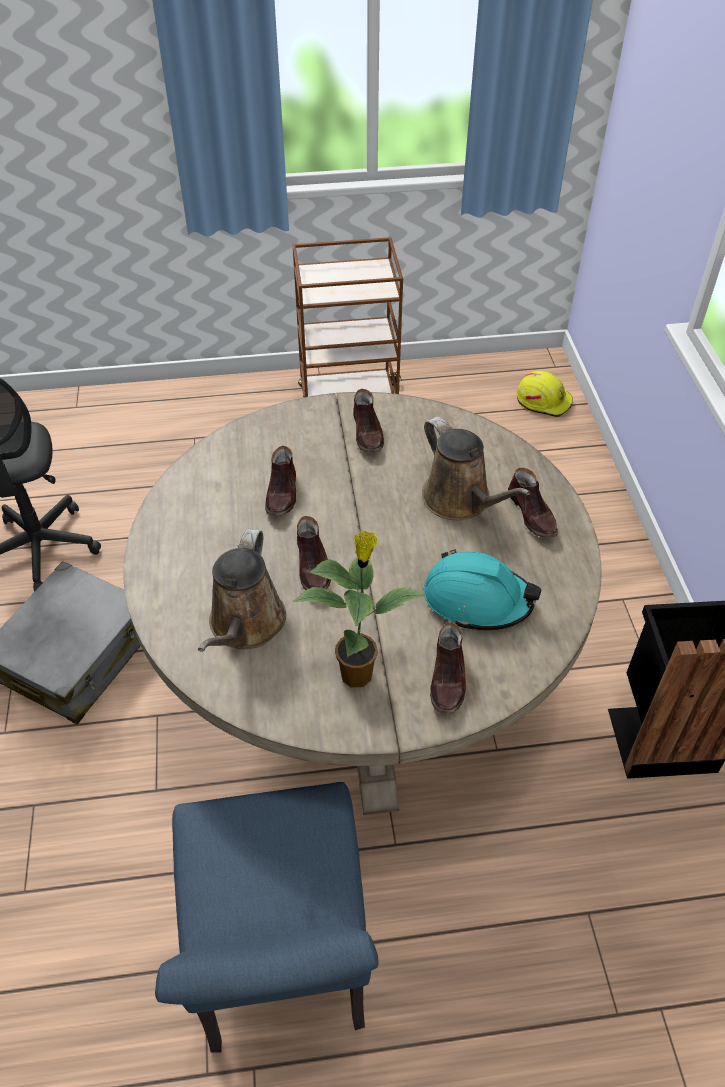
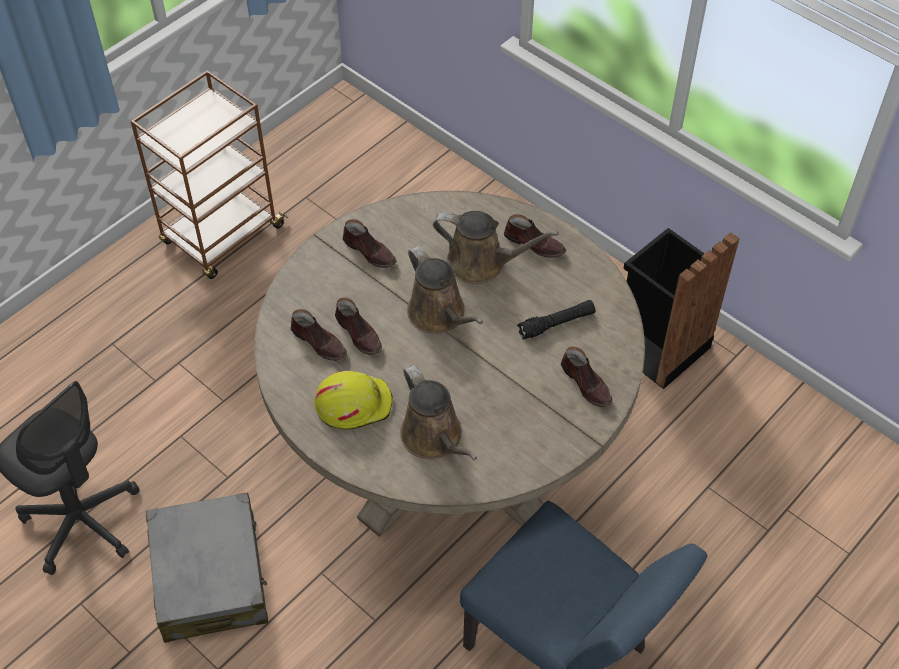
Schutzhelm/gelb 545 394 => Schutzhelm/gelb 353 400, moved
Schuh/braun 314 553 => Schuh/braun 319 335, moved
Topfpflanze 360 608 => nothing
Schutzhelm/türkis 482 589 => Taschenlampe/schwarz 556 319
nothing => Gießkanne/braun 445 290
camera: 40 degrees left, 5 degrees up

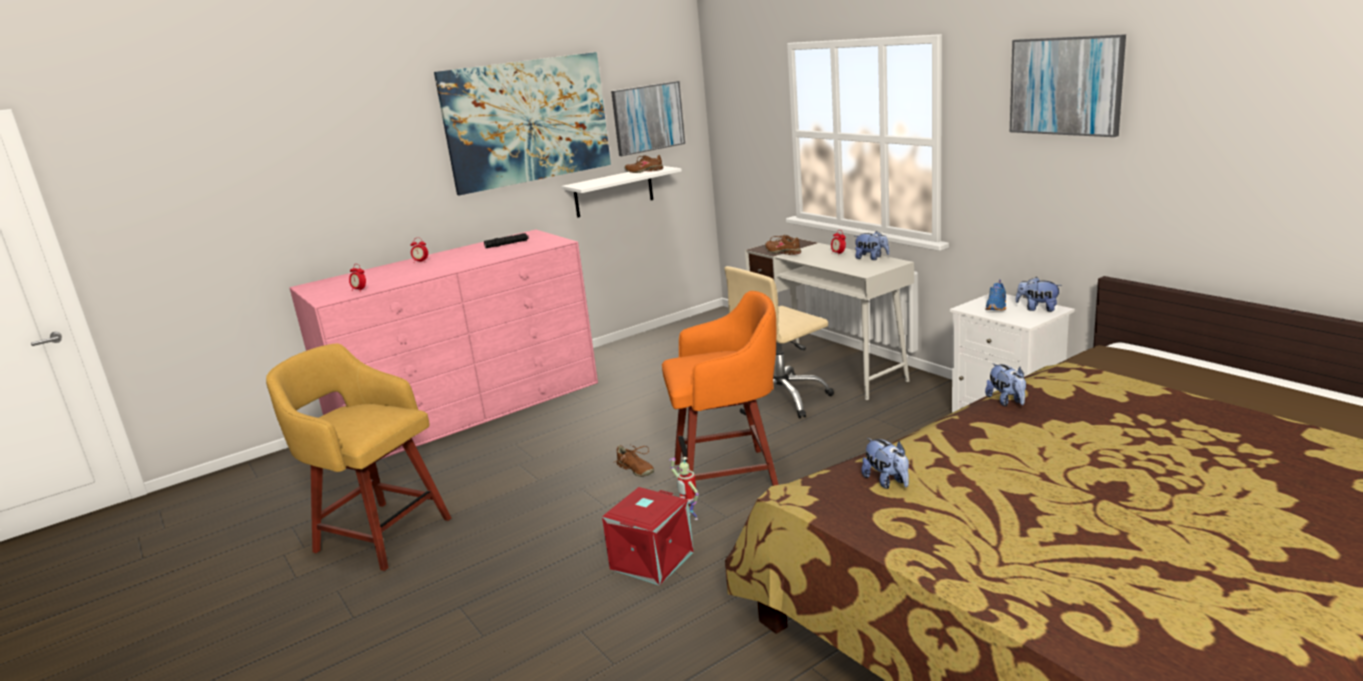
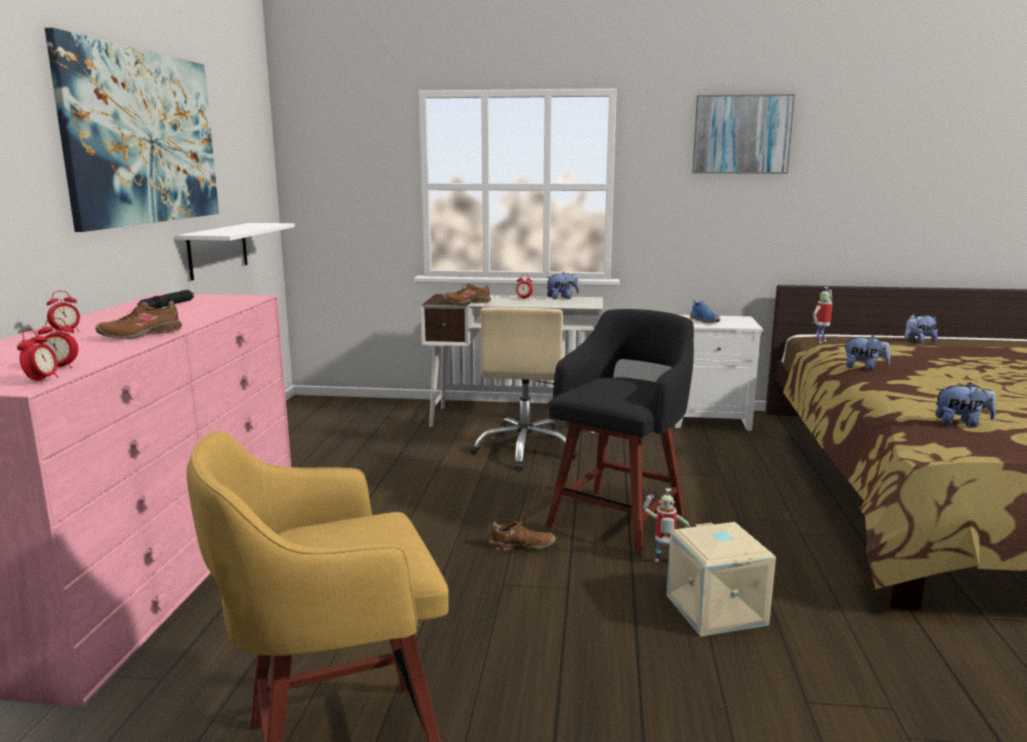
Bild 648 118 => nothing
Schuh/braun 643 164 => Schuh/braun 138 320, moved
Plüschtier 1039 294 => Plüschtier 921 328, moved
Hocker/orange 720 399 => Hocker/schwarz 620 432
Aufbewahrungsbox/rot 648 536 => Aufbewahrungsbox/beige 721 579
nothing => Spielzeugroboter 822 315
nothing => Wecker 37 356
camera: 50 degrees left, 5 degrees down

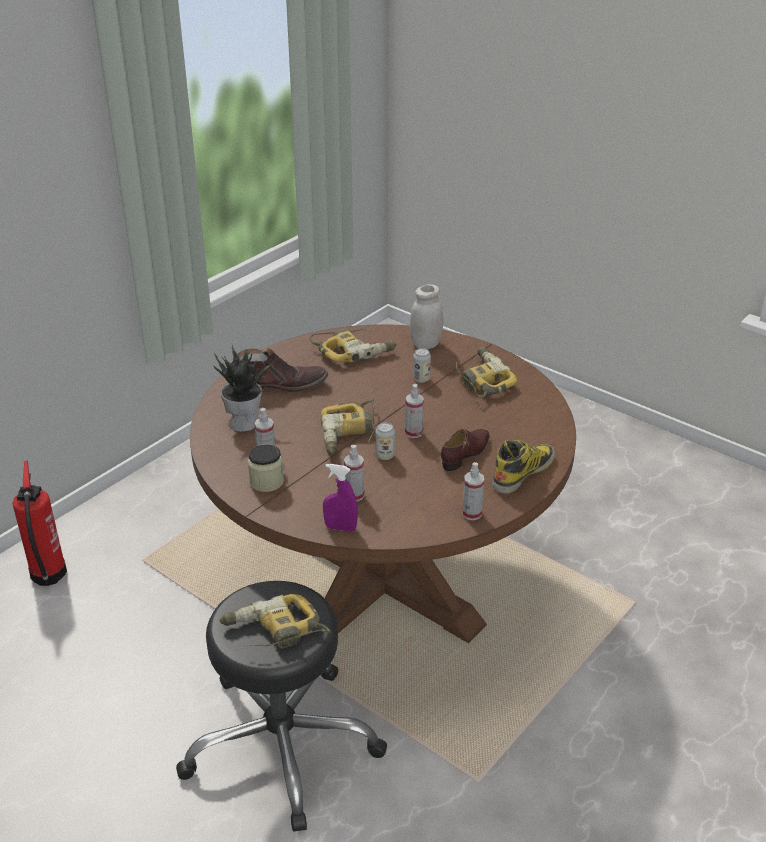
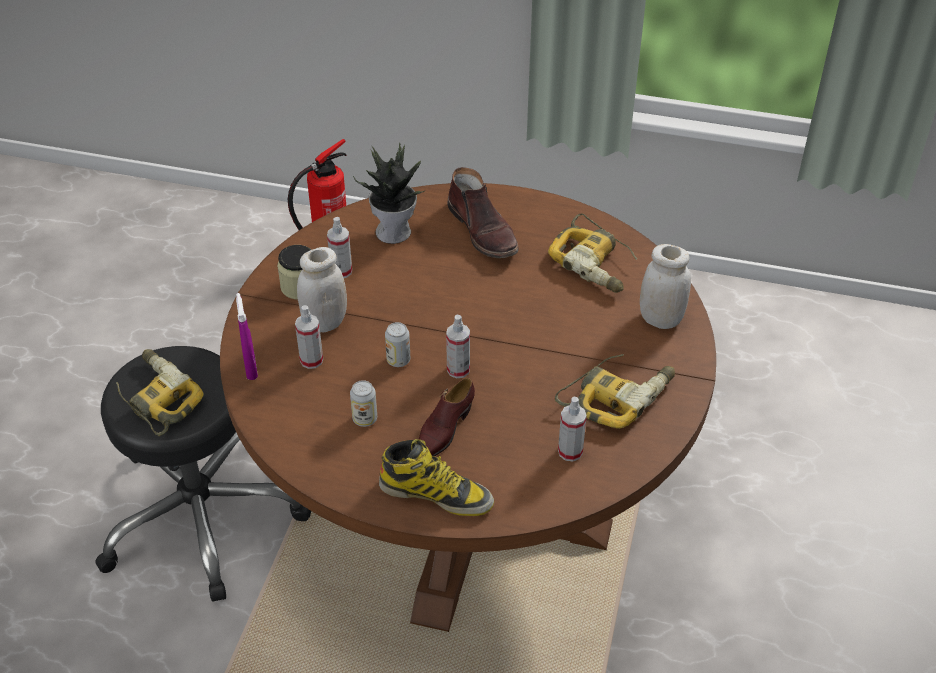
Dose 422 365 => Dose 363 403, moved
Bohrmaschine 347 427 => nothing
Schuh/braun 465 450 => Schuh/braun 447 417, 105 degrees clockwise
Sprühflasche 473 491 => Sprühflasche 572 429, moved
nothing => Vorratsglas/weiß 322 289
camera: 65 degrees right, 10 degrees up

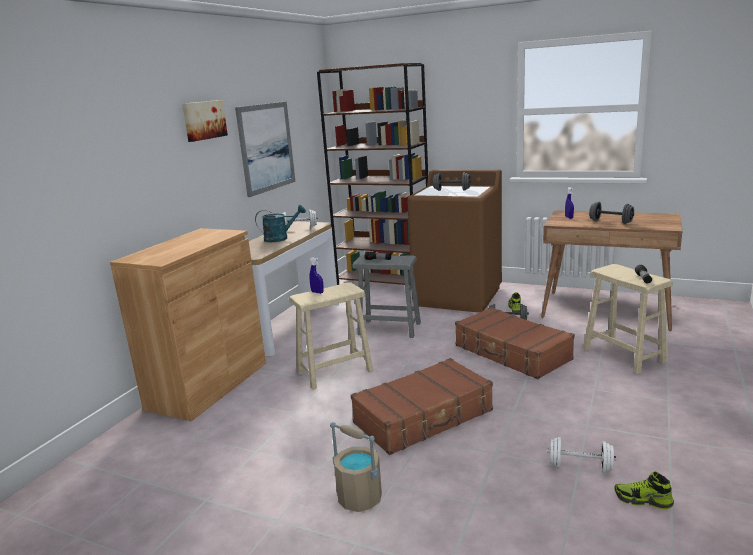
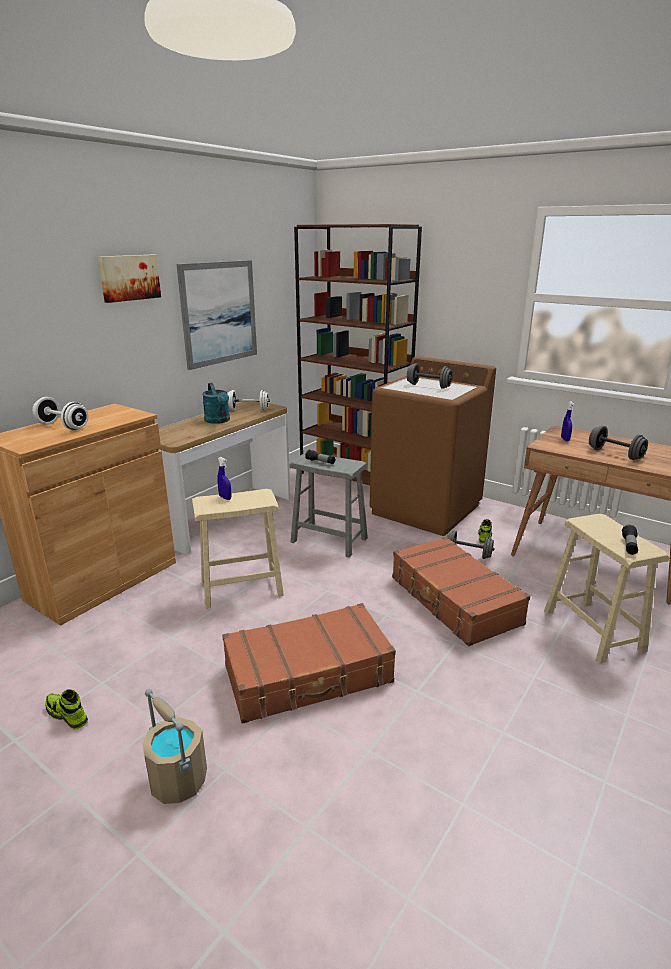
Gießkanne/türkis 280 223 => Gießkanne/türkis 216 403, 75 degrees clockwise
Hantel/weiß 581 455 => Hantel/weiß 60 413, moved
Schuh 644 490 => Schuh 66 709, moved
camera: 10 degrees right, 5 degrees up

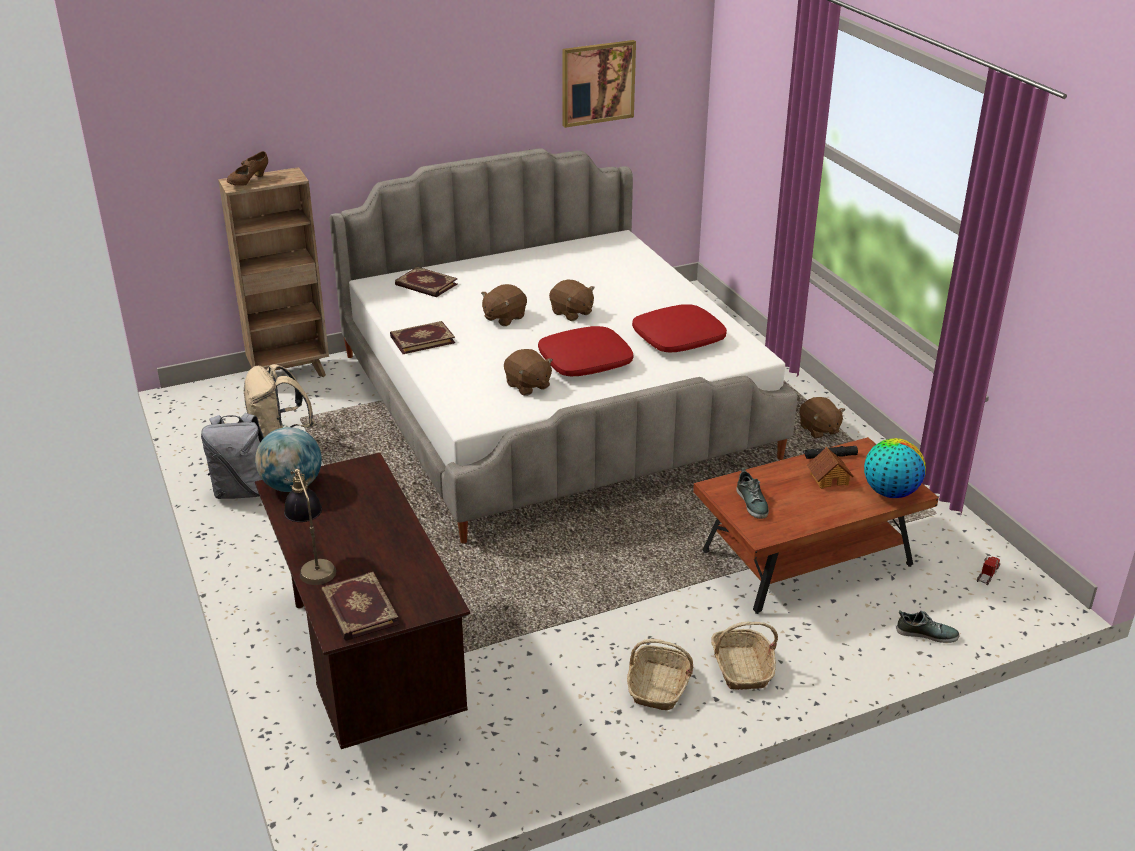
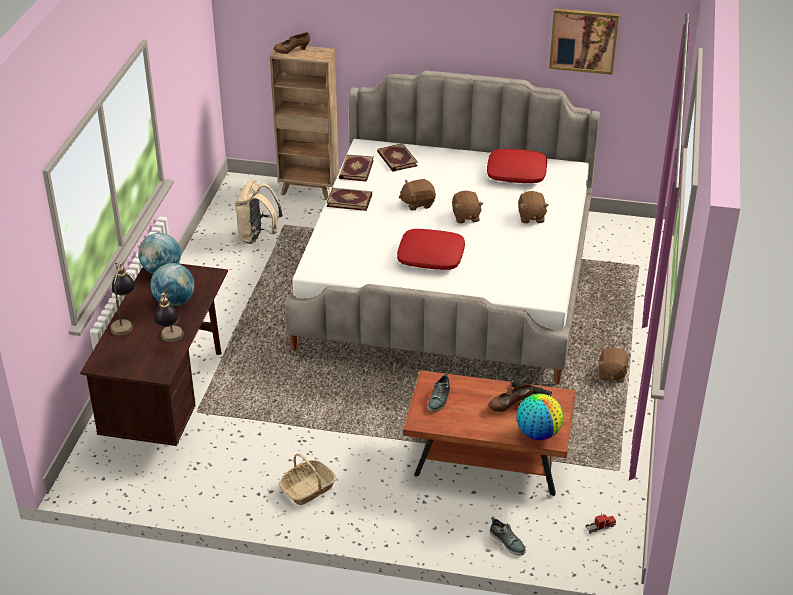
Kissen/rot 679 328 => Kissen/rot 517 166, moved
Plüschtier/braun 528 372 => Plüschtier/braun 533 207, moved
Rucksack/grau 232 456 => nothing
Spielzeughaus 830 468 => Schuh/braun 510 398
Buch 360 606 => Buch 356 168, moved
Korb 744 656 => nothing
nothing => Globus 172 285
nothing => Tischlampe 169 315
camera: 35 degrees right, 5 degrees up

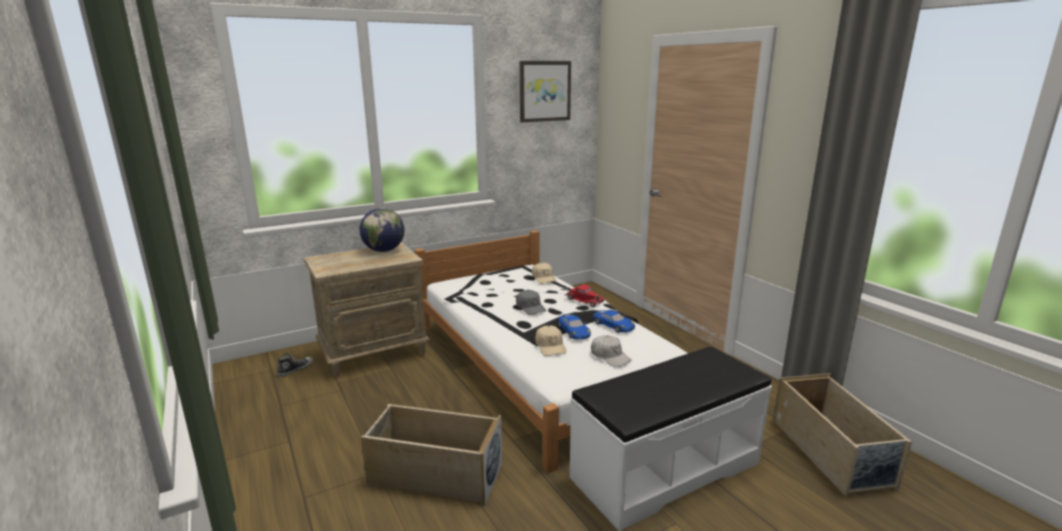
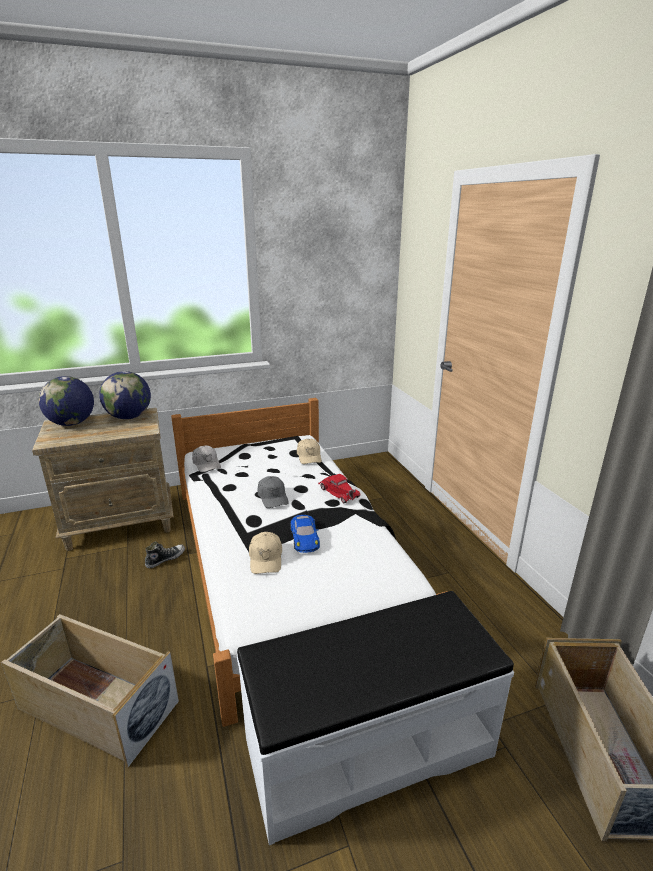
Bild 545 92 => nothing
Spielzeugauto/blau 614 321 => nothing
Kappe/weiß 611 351 => Kappe/weiß 206 459, moved
Schuh 295 364 => Schuh 165 555, moved
nothing => Globus 66 401
camera: 10 degrees right, 5 degrees up

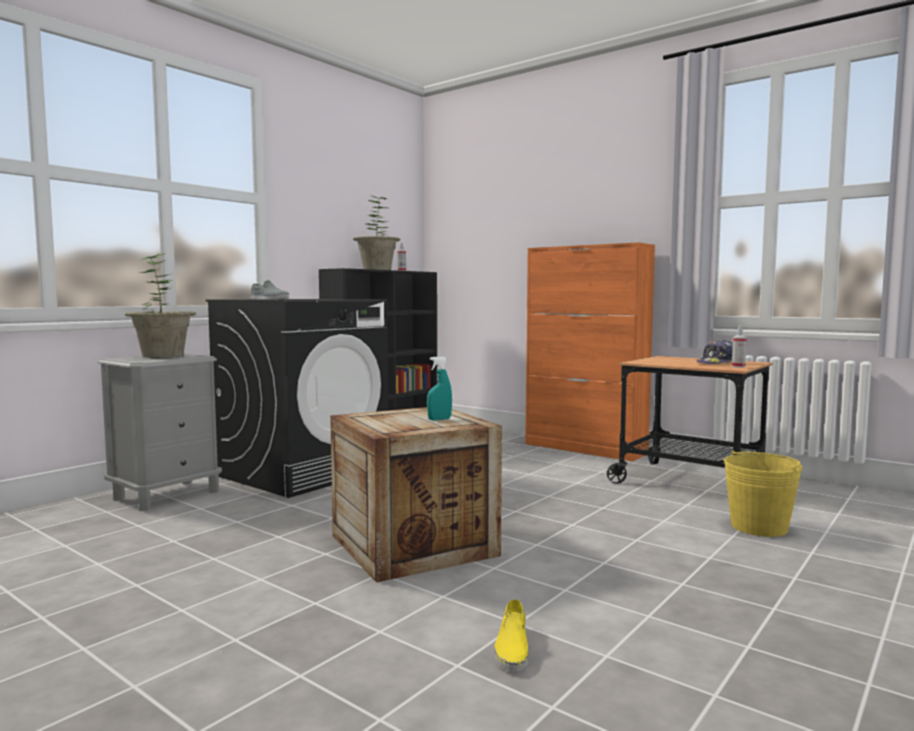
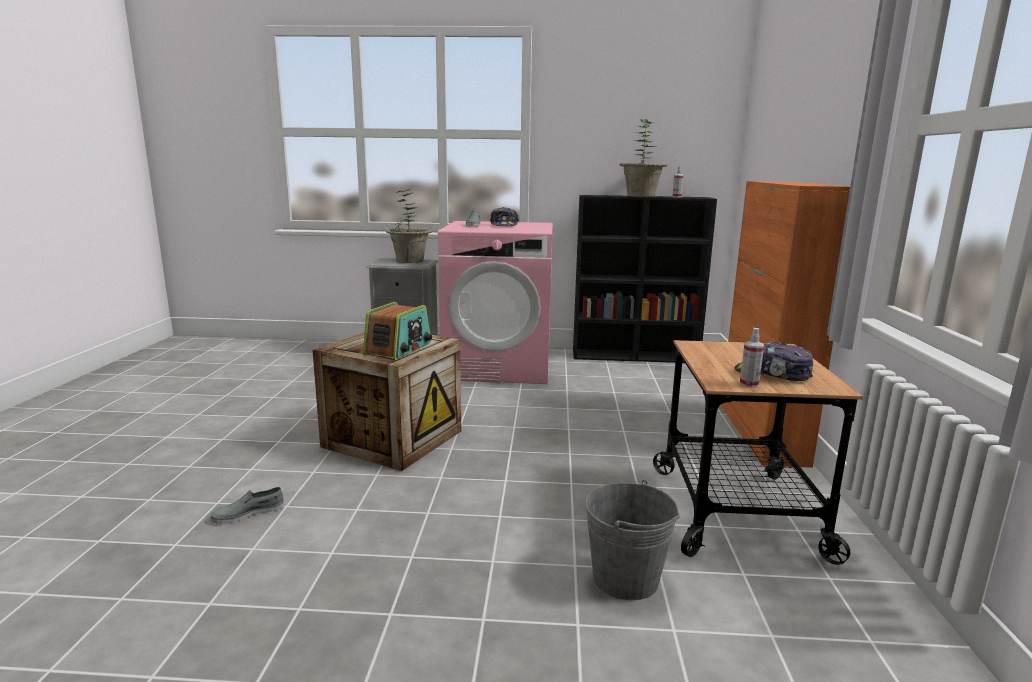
Waschmaschine/schwarz 297 398 => Waschmaschine/rosa 495 302
Sprühflasche/türkis 439 388 => Radio 397 331
Eimer/gelb 763 494 => Eimer/grau 632 540
Schuh/gelb 511 635 => Schuh/grau 247 505
nothing => Kappe 504 216
camera: 55 degrees right, 10 degrees up

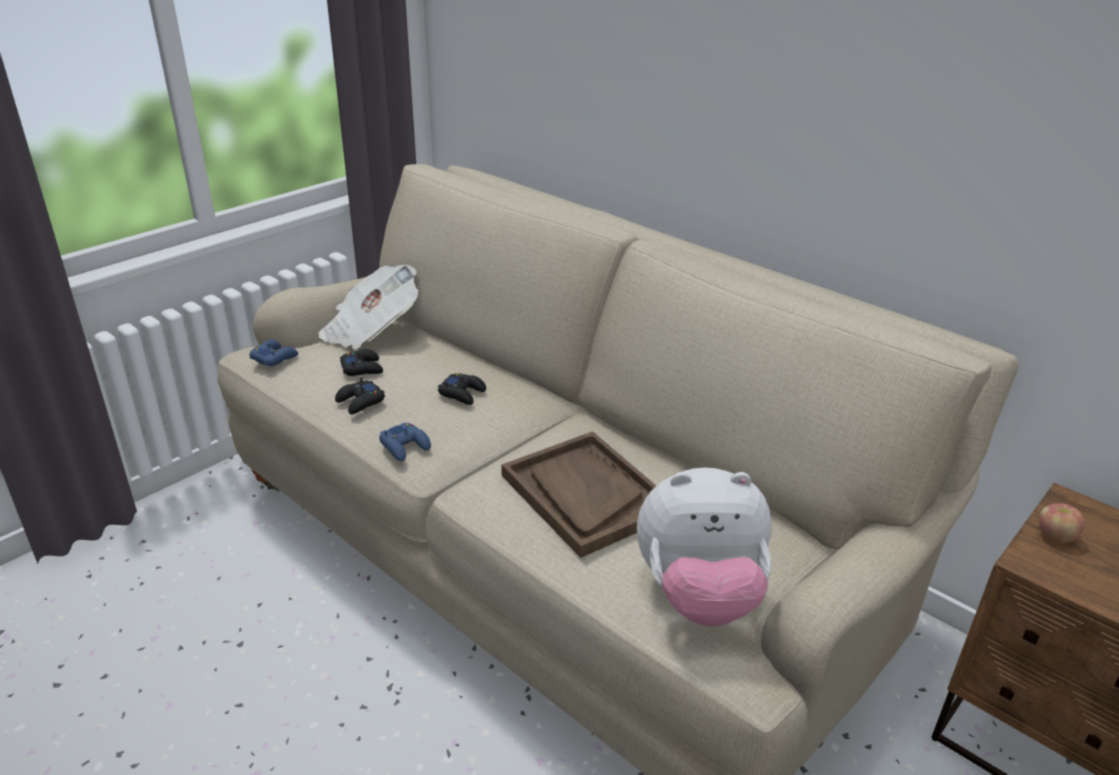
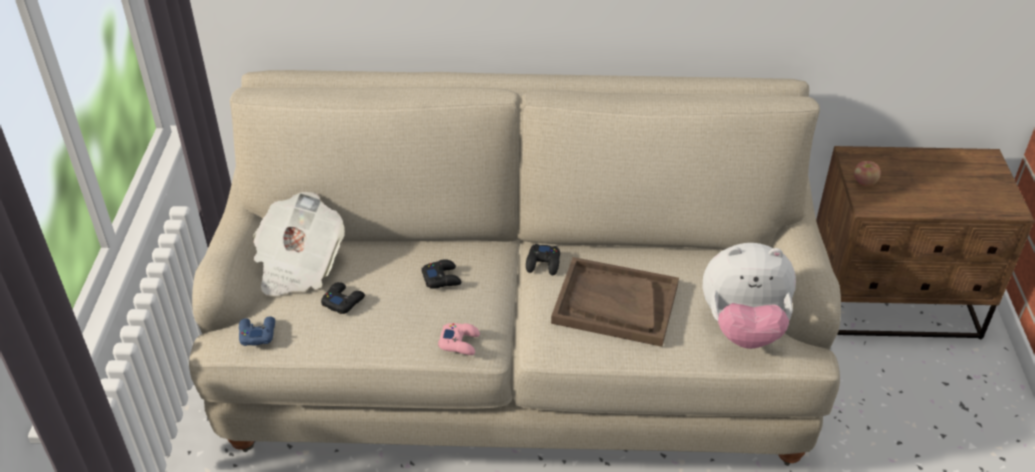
Gamepad/schwarz 360 395 => Gamepad/schwarz 543 260, moved
Gamepad/blau 405 441 => Gamepad/rosa 459 339
Plüschtier 704 547 => Plüschtier 749 296, 45 degrees clockwise
camera: 40 degrees left, 10 degrees up

